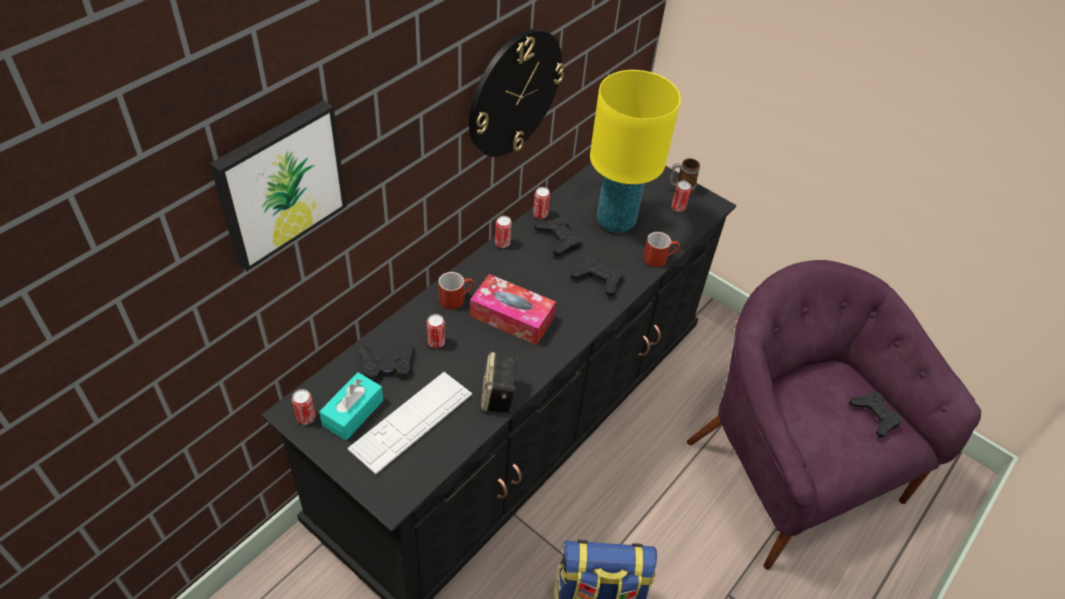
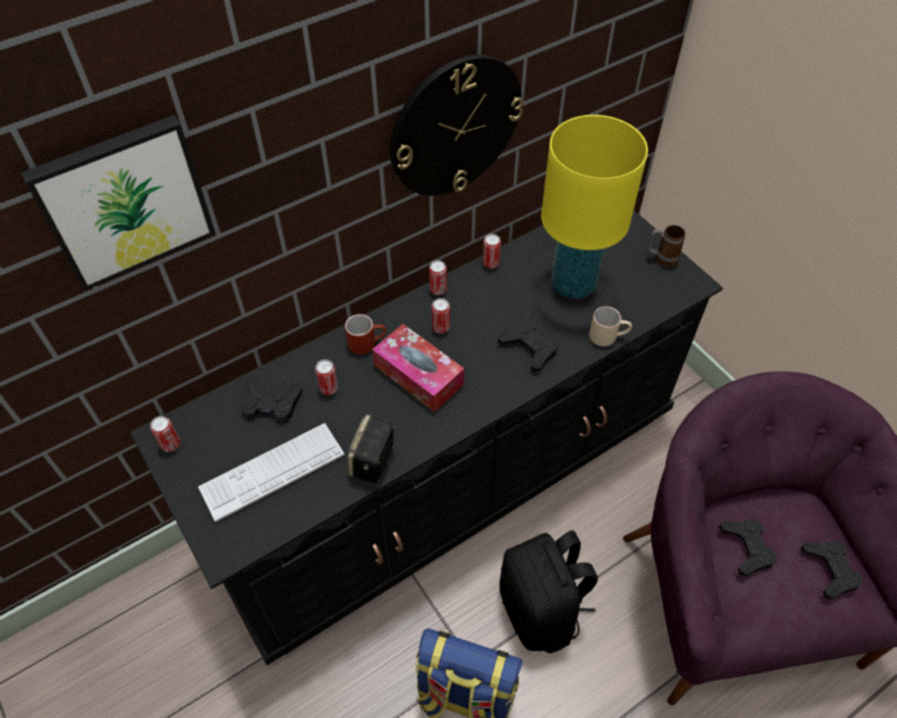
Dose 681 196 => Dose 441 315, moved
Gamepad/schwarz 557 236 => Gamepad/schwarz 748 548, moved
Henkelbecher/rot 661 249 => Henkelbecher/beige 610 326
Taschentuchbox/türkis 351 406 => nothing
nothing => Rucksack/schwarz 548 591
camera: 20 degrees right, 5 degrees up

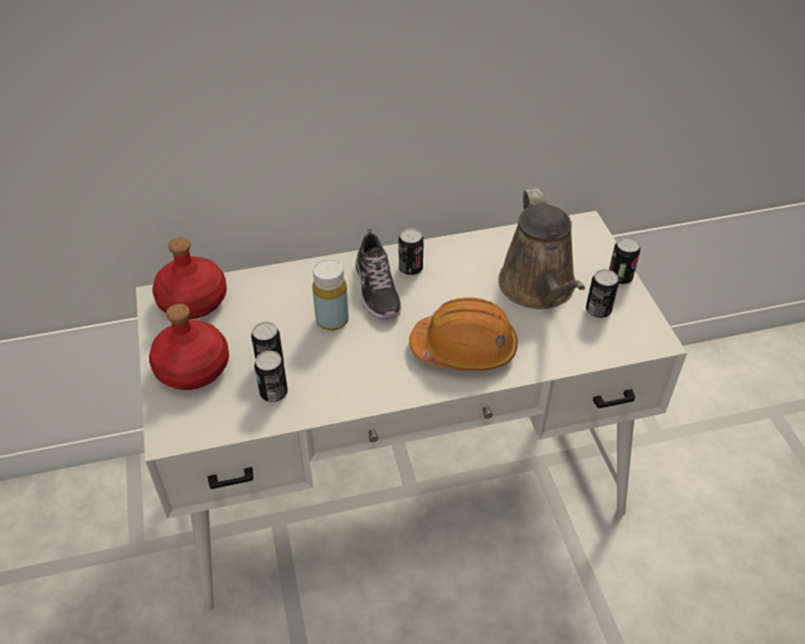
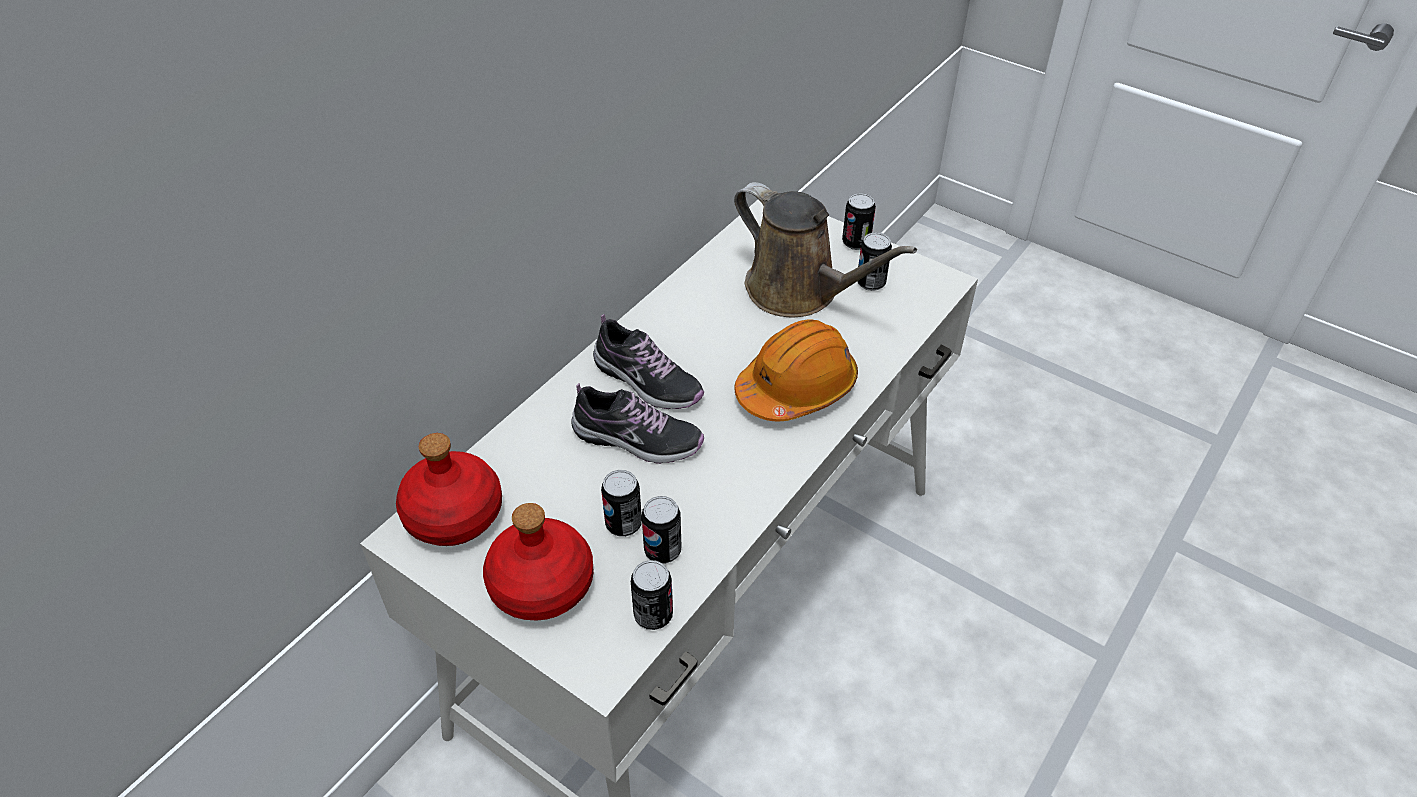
Dose 411 252 => Dose 652 595, moved
Flasche/gelb 330 295 => Schuh 637 423
camera: 40 degrees left, 0 degrees up

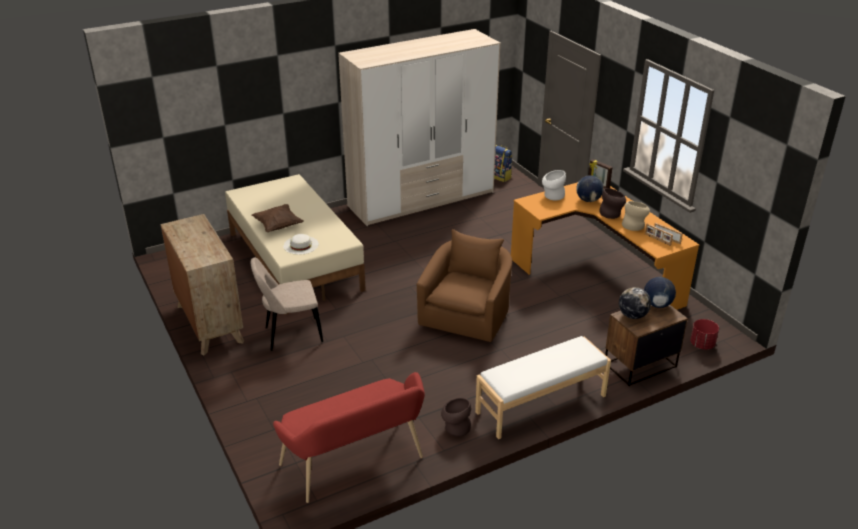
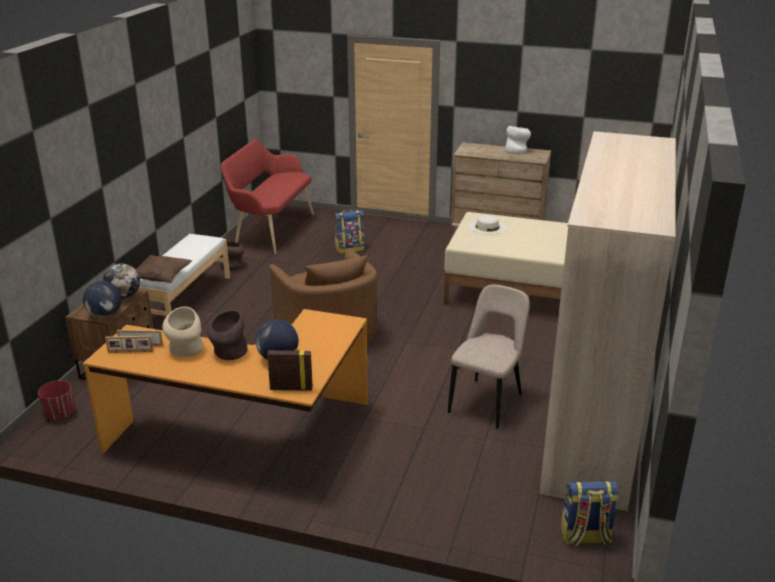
Vase/weiß 554 185 => Vase/weiß 518 140, moved
Kissen/braun 278 218 => Kissen/braun 163 269, moved
Stuhl/beige 286 304 => Stuhl/beige 489 356, moved
nothing => Rucksack 349 232
camera: 135 degrees right, 5 degrees down

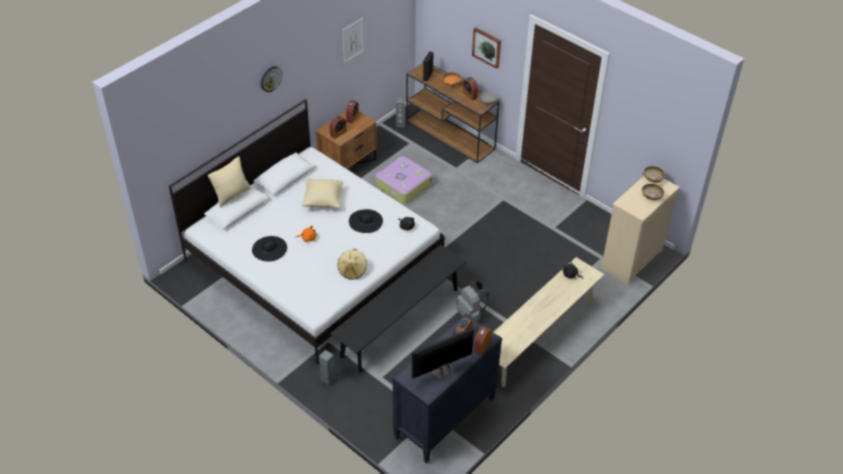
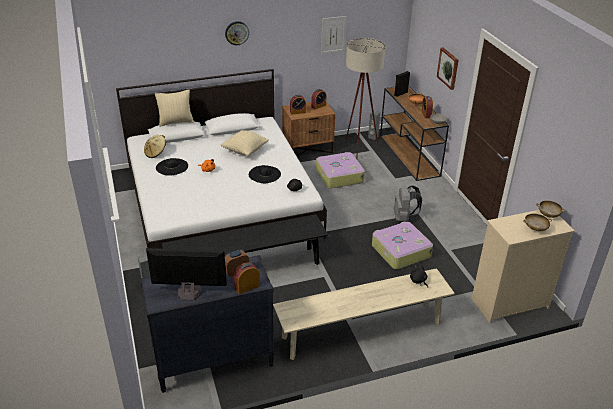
Hut/beige 352 264 => Hut/beige 155 146, moved
Rucksack/grau 472 301 => Rucksack/grau 408 203, moved
nothing => Stehlampe/beige 365 98
nothing => Koffer 402 245
camera: 30 degrees right, 10 degrees down

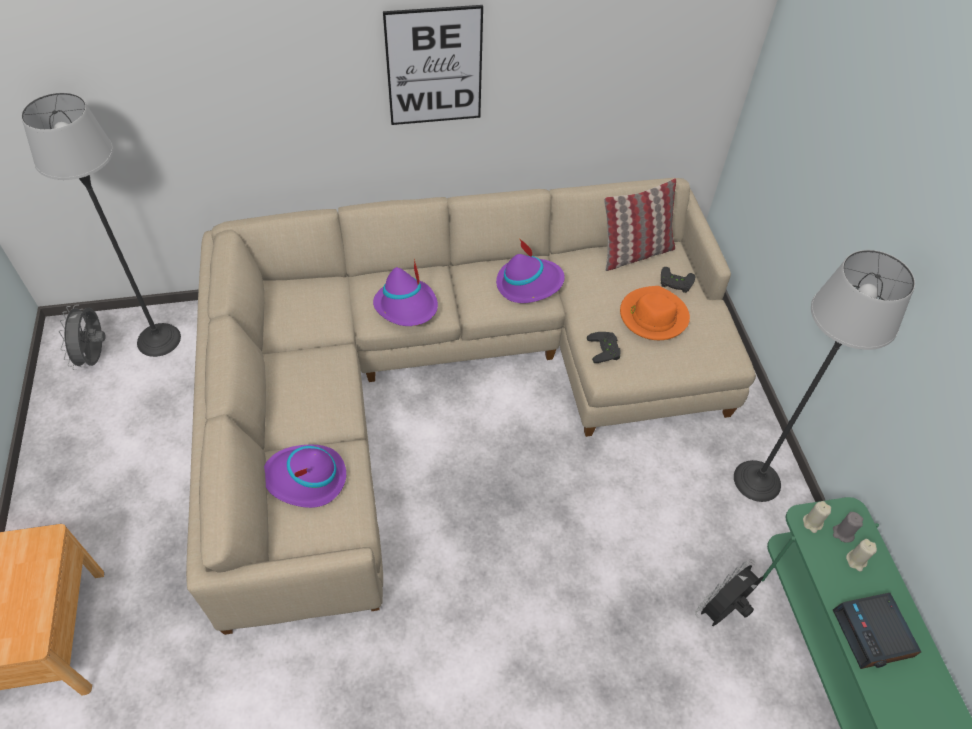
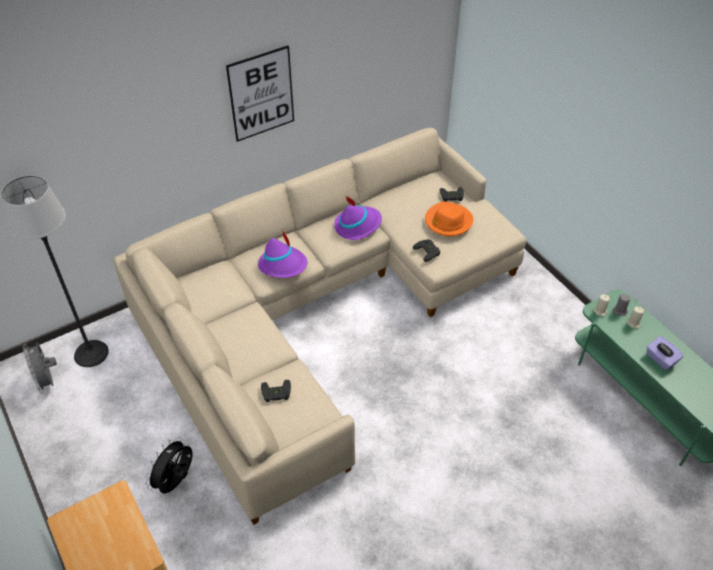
Kissen 640 224 => nothing
Stehlampe 824 376 => nothing
Hut/lila 305 476 => Gamepad/schwarz 276 391
Ventilator/schwarz 729 592 => Ventilator/schwarz 168 465, moved
Wecker 877 631 => Taschentuchbox/lila 665 353
camera: 20 degrees left, 5 degrees down

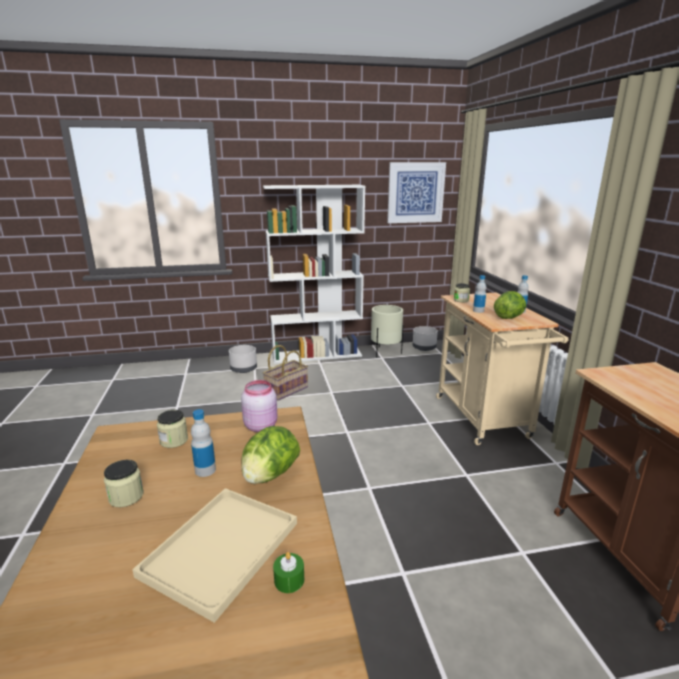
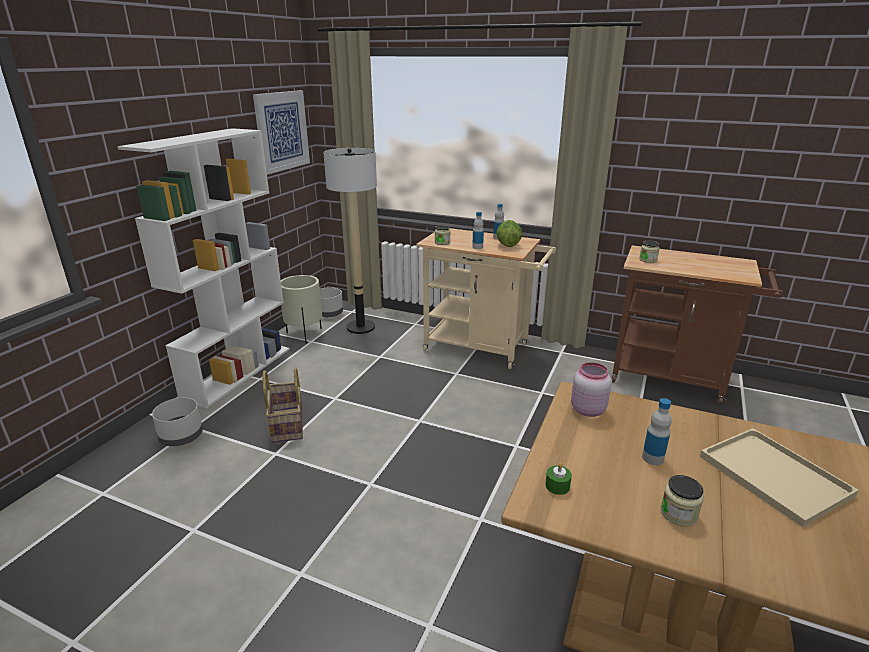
Vorratsglas 172 429 => Vorratsglas 649 252, moved
Salatkopf 270 455 => nothing
Kerze/grün 288 572 => Kerze/grün 558 479, moved
nothing => Stehlampe 350 241
camera: 55 degrees left, 5 degrees up

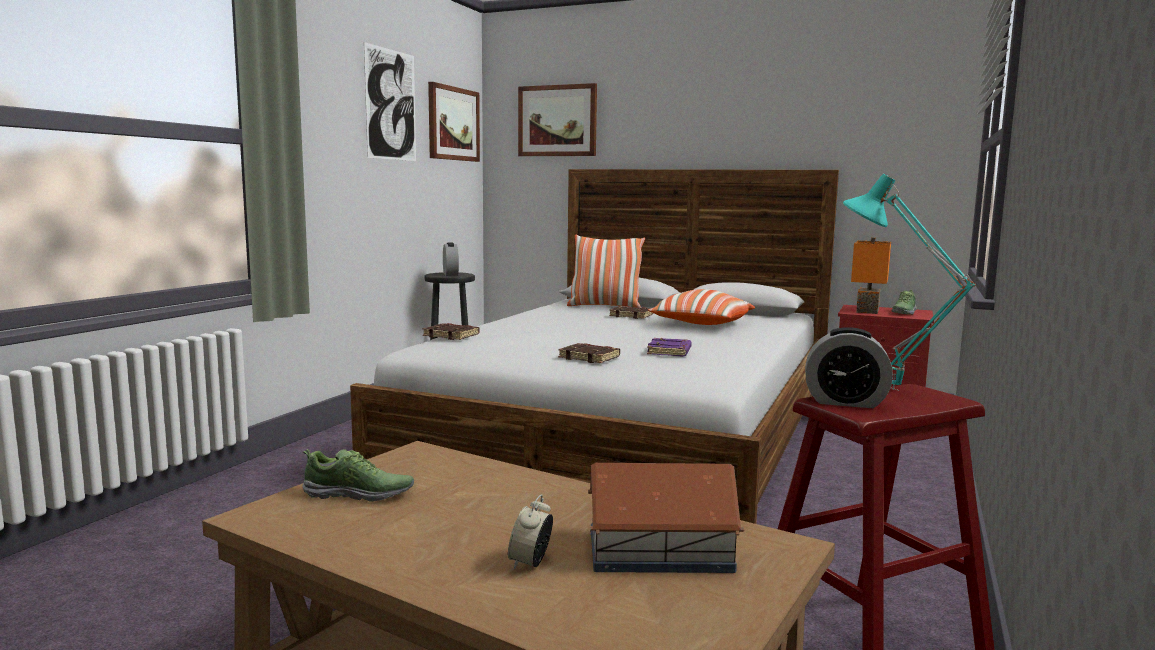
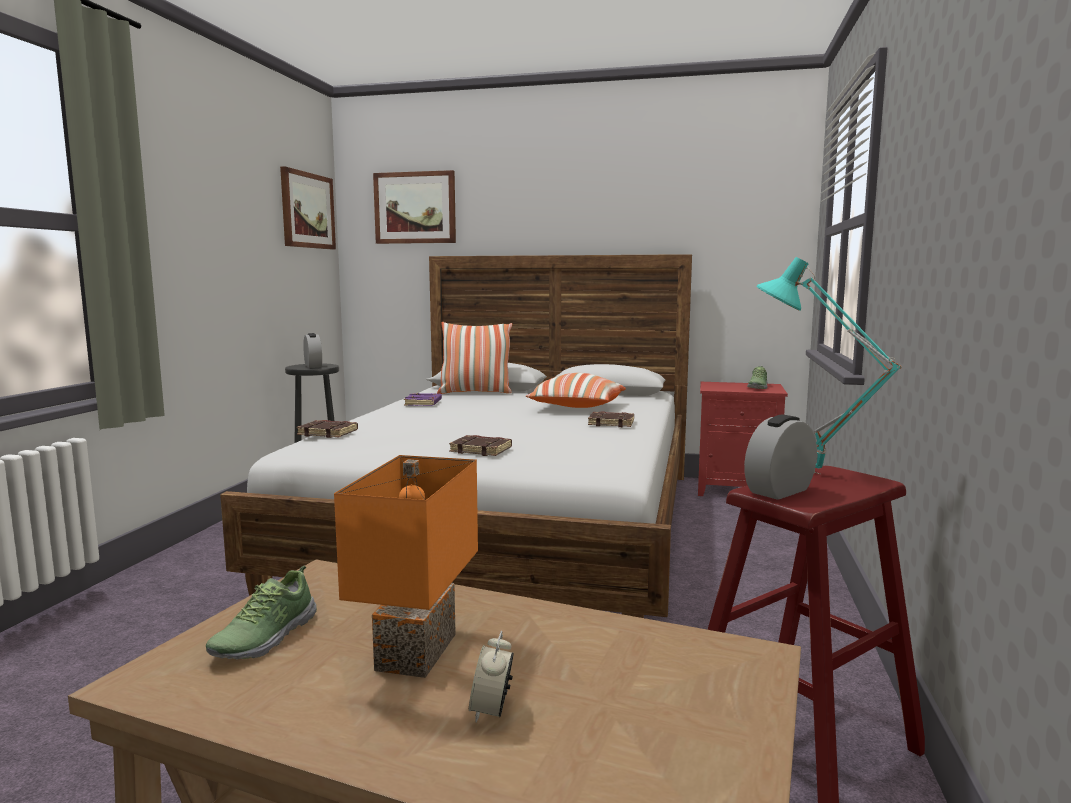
Bild 390 101 => nothing
Tischlampe/orange 871 275 => Tischlampe/orange 406 566, moved
Buch/braun 631 312 => Buch/braun 611 419, moved
Wecker 849 367 => Wecker 780 457, 135 degrees clockwise
Buch/lila 669 347 => Buch/lila 423 399, moved
Schuh 358 475 => Schuh 261 613, 120 degrees clockwise
Spielzeughaus 666 518 => nothing
camera: 10 degrees left, 0 degrees up

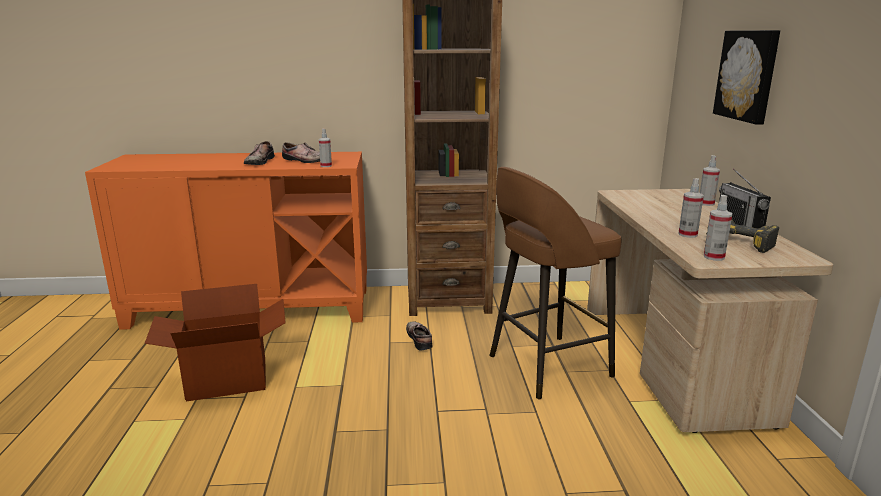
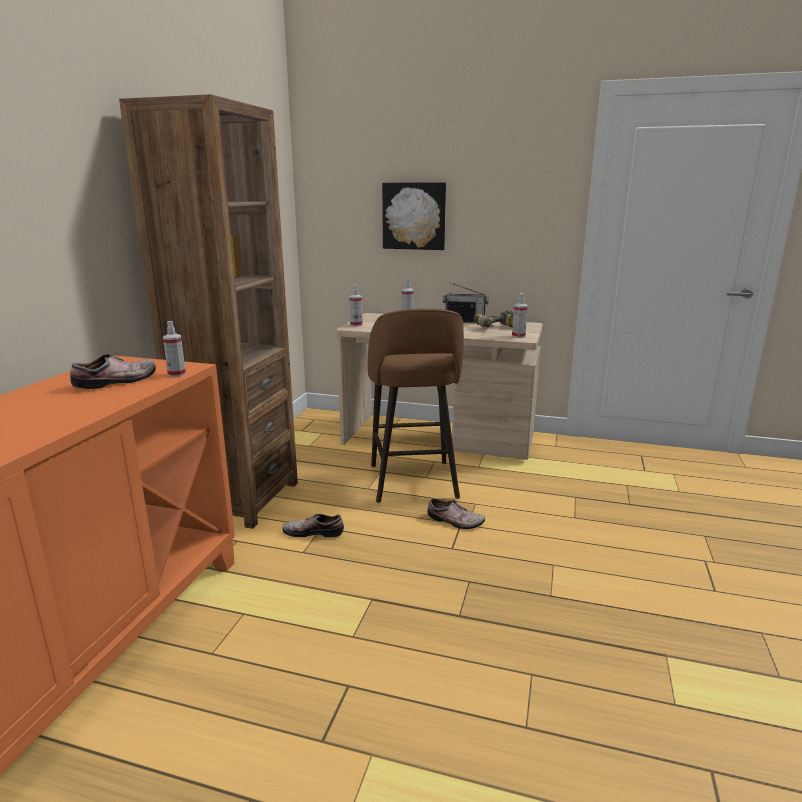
Schuh 259 153 => Schuh 456 513, moved
Sprühflasche 691 208 => Sprühflasche 356 306, moved
Karton 215 343 => nothing
camera: 70 degrees left, 0 degrees up

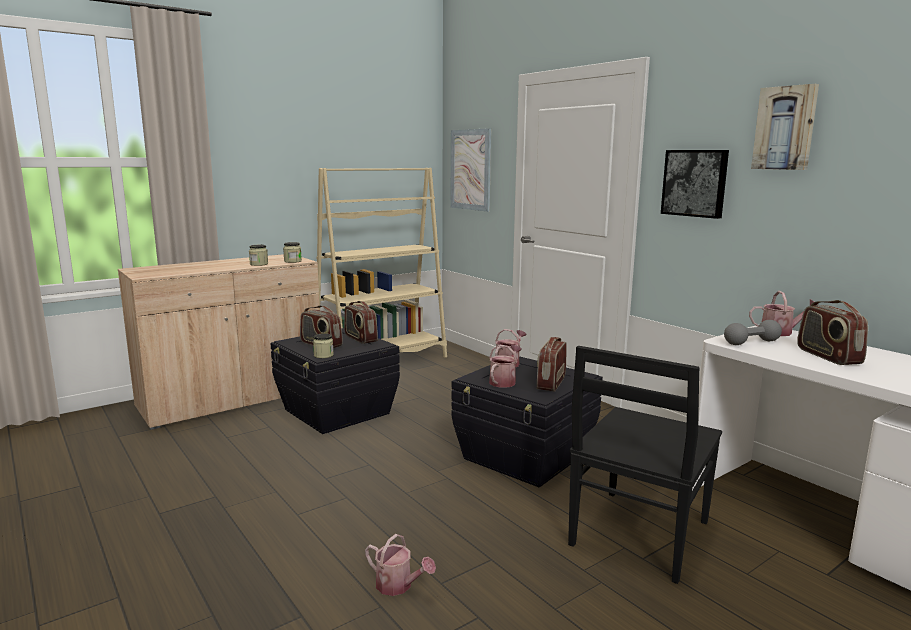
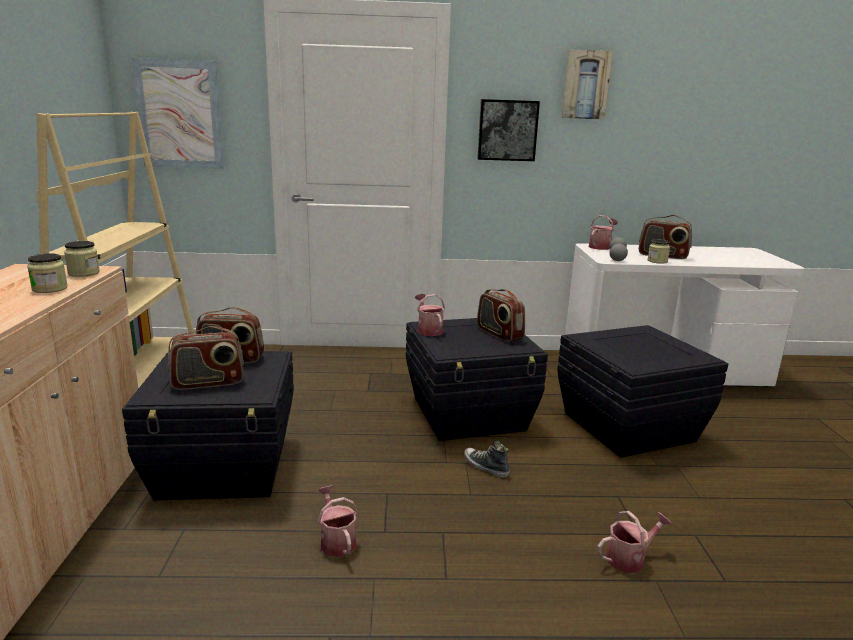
Vorratsglas 323 345 => Vorratsglas 658 251, moved
Gießkanne 505 366 => Gießkanne 338 521, moved
Stuhl/schwarz 645 465 => Aufbewahrungsbox/schwarz 642 391
nothing => Schuh 487 458
camera: 55 degrees left, 5 degrees up

